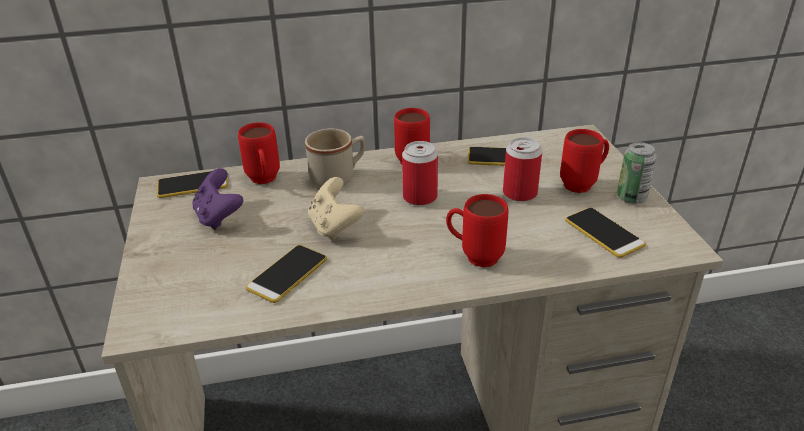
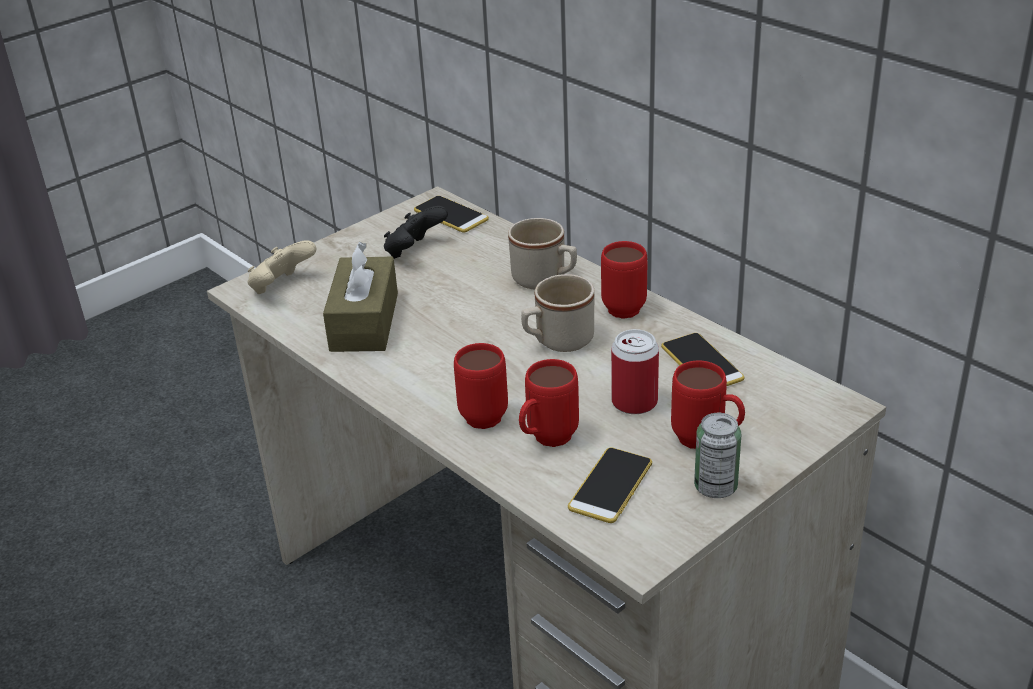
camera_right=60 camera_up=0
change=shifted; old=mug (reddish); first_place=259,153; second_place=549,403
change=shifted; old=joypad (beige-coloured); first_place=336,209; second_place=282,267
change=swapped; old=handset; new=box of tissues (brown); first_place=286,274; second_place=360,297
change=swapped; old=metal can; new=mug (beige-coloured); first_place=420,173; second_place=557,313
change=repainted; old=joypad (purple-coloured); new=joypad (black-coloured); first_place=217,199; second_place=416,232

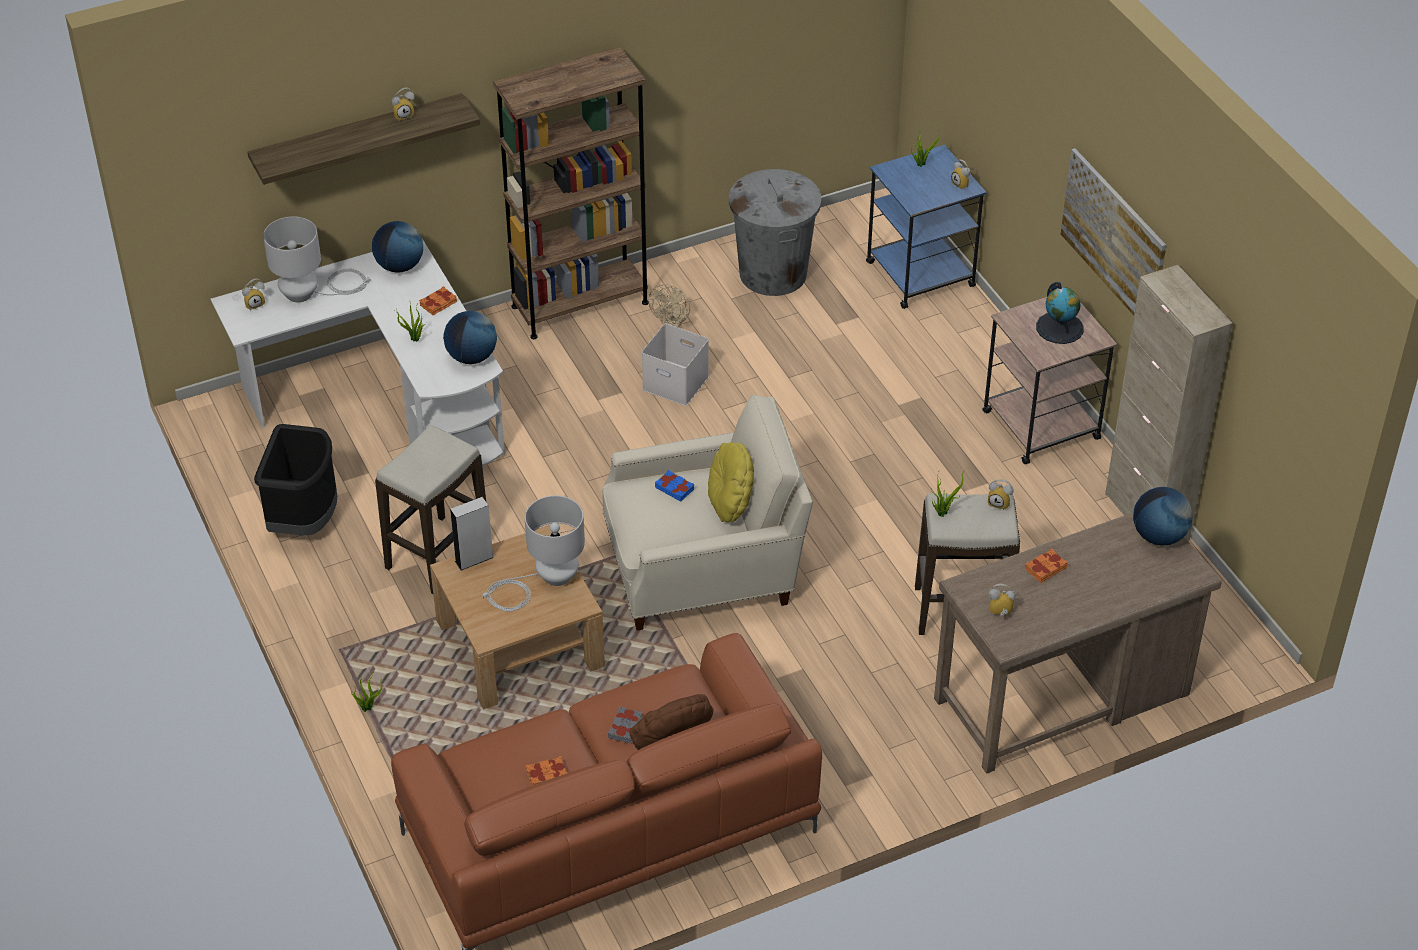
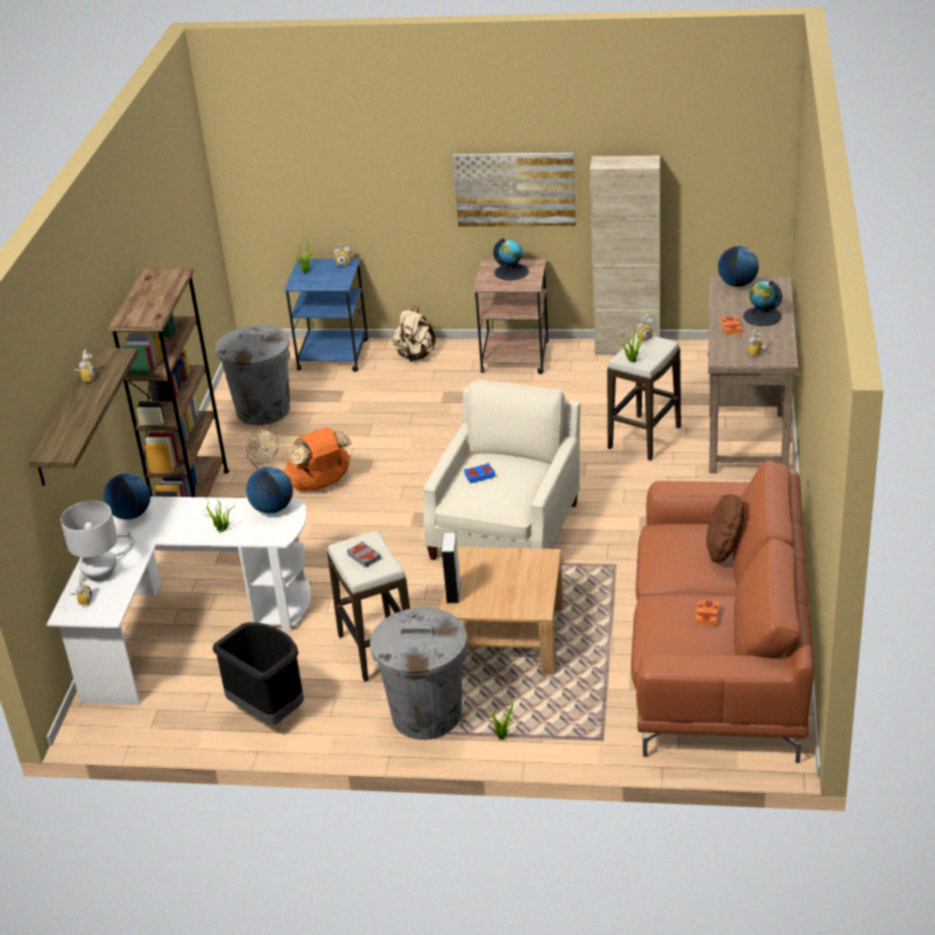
camera_right=-55 camera_up=-10
change=gone; old=volume (orange-coloured); first_place=438,300
change=gone; old=table lamp (white); first_place=533,553
change=gone; old=throw pillow (yellow-coloured); first_place=731,482
change=new; new=rubbish bin (greyish); second_place=418,673
change=new; new=knapsack (beige-coloured); second_place=414,334
change=new; new=desk globe; second_place=763,303
change=shifted; old=volume (greyish); first_place=625,725; second_place=364,554
change=swapped; old=storage box (white); new=knapsack (orange-coloured); first_place=675,364; second_place=317,459

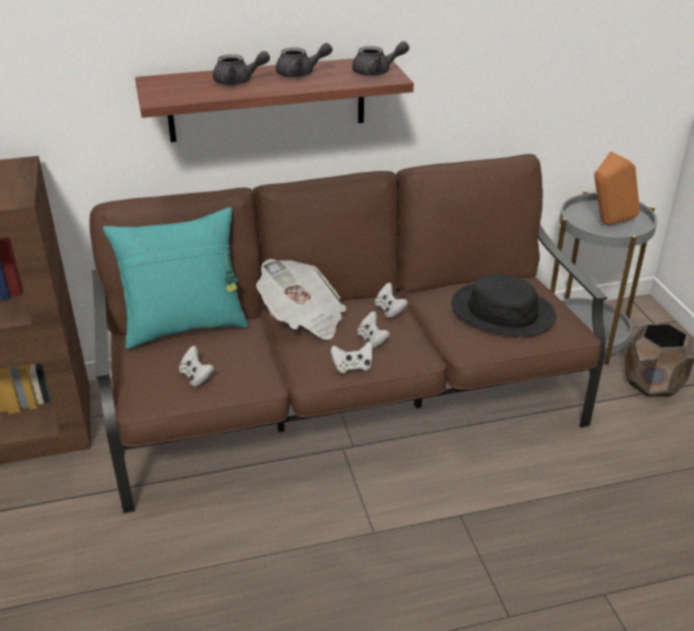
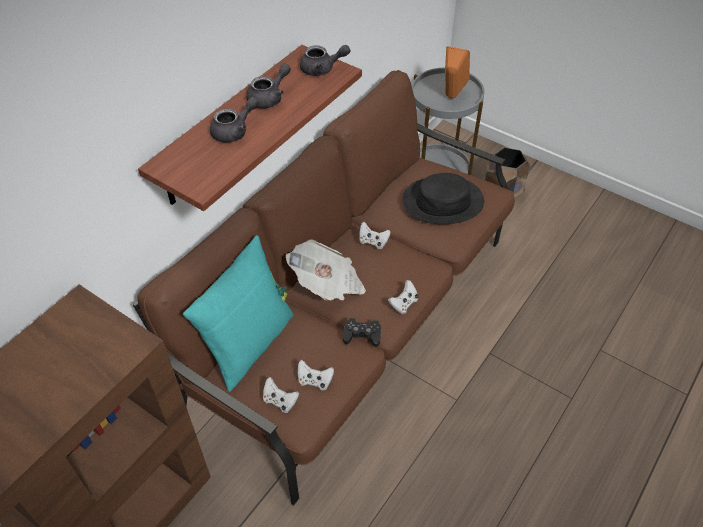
camera_right=-40 camera_up=15
change=new; new=joypad (black-coloured); second_place=362,332
change=shifted; old=joypad (white); first_place=373,330; second_place=281,395
change=rotated; old=teapot (greyish); first_place=380,58; second_place=325,60; degrees=45

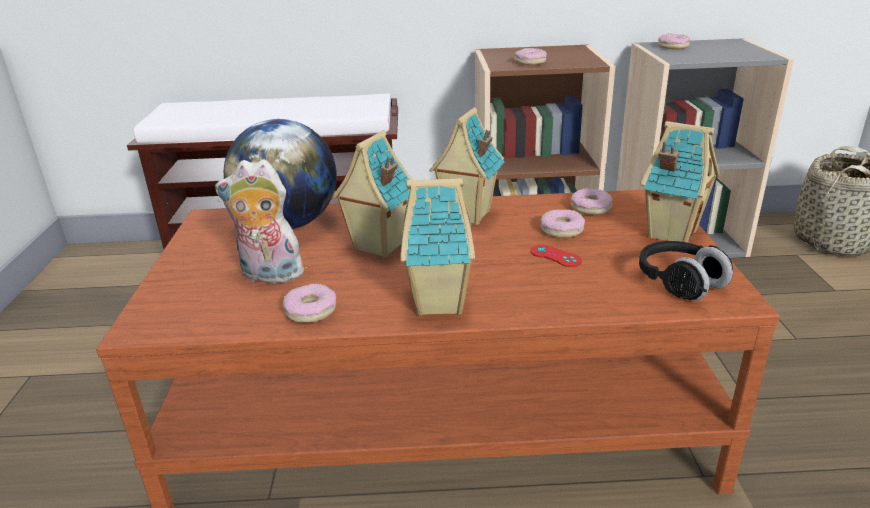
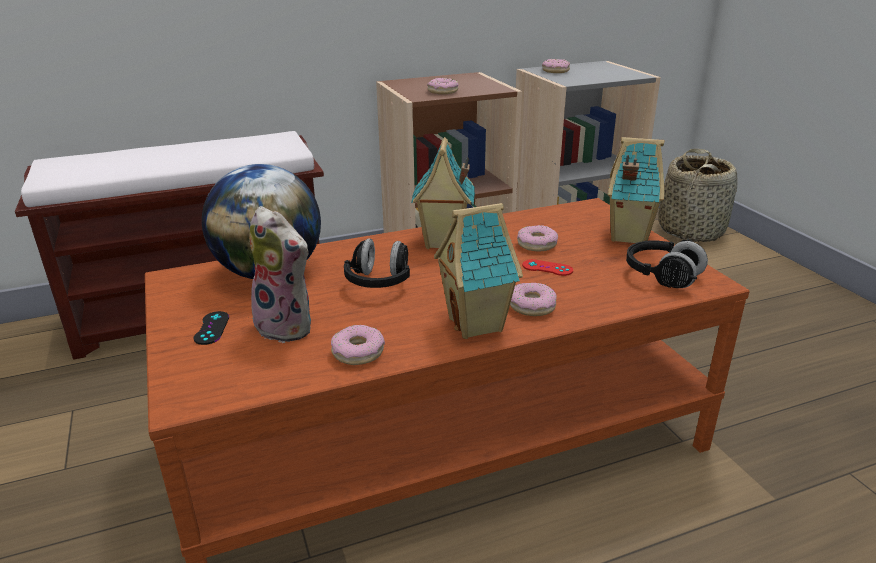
camera_right=-20 camera_up=0
change=new; new=joypad (black-coloured); second_place=211,328
change=shifted; old=ring doughnut; first_place=591,201; second_place=533,299
change=swapped; old=toy house; new=headphones (black-coloured); first_place=372,194; second_place=377,263
change=rotated; old=plush toy; first_place=259,223; second_place=280,274; degrees=-135

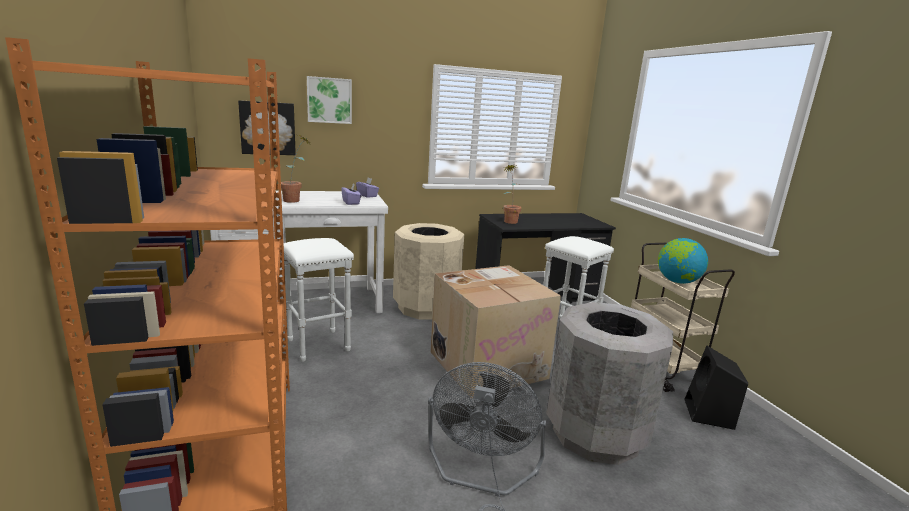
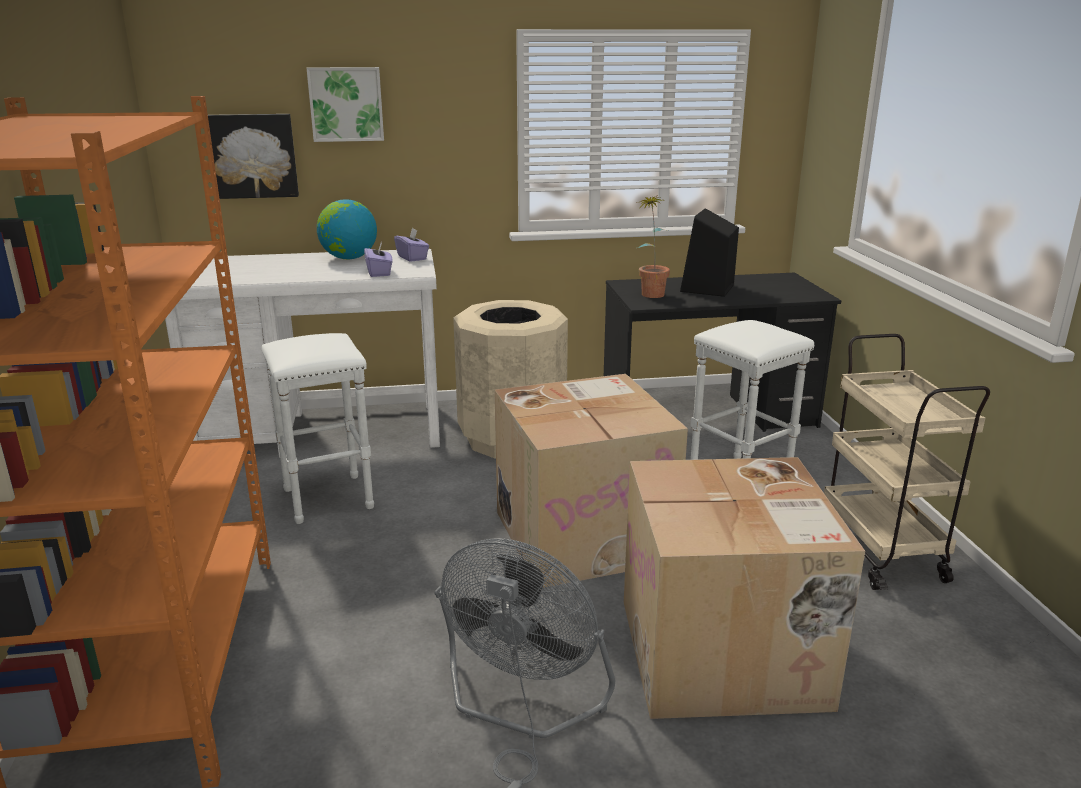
camera_right=10 camera_up=5
change=gone; old=houseplant; first_place=296,169
change=shifted; old=desk globe; first_place=683,261; second_place=347,229
change=shifted; old=speaker (black-coloured); first_place=716,388; second_place=709,252
change=swapped; old=rubbish bin (greyish); new=cardboard box; first_place=609,383; second_place=744,588

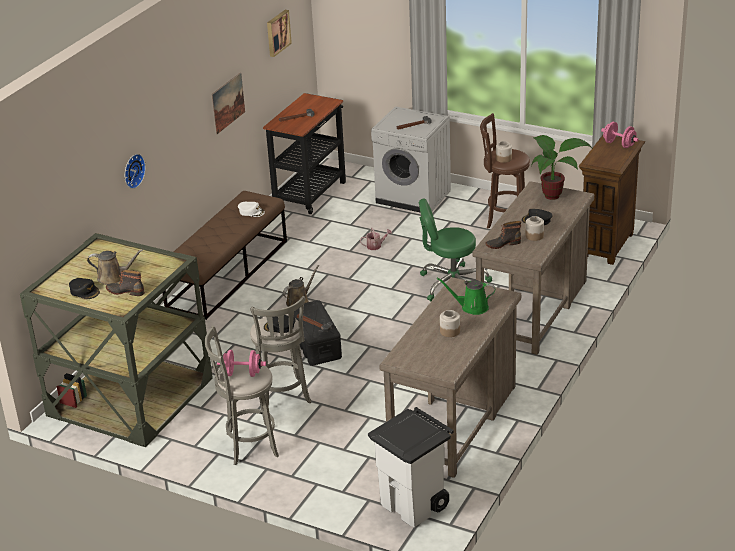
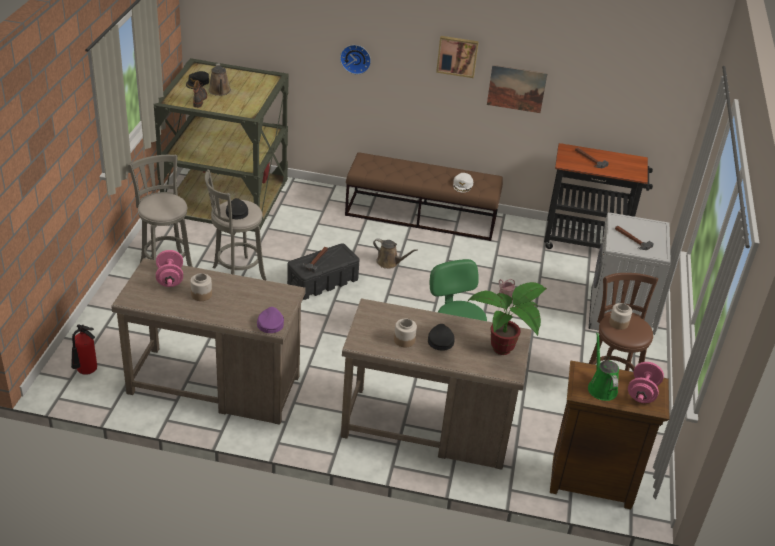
camera_right=70 camera_up=5
change=gone; old=high-top boot; first_place=503,235
change=new; new=cap (purple-coloured); second_place=270,320
change=shifted; old=dumbbell (pink-coloured); first_place=241,363; second_place=169,268
change=shifted; old=wall art; first_place=279,33; second_place=457,57
change=shifted; old=watering pot (greenish); first_place=466,296; second_place=603,366
change=swapped; old=rubbish bin (white); new=fire-fighting cylinder; first_place=411,467; second_place=84,349

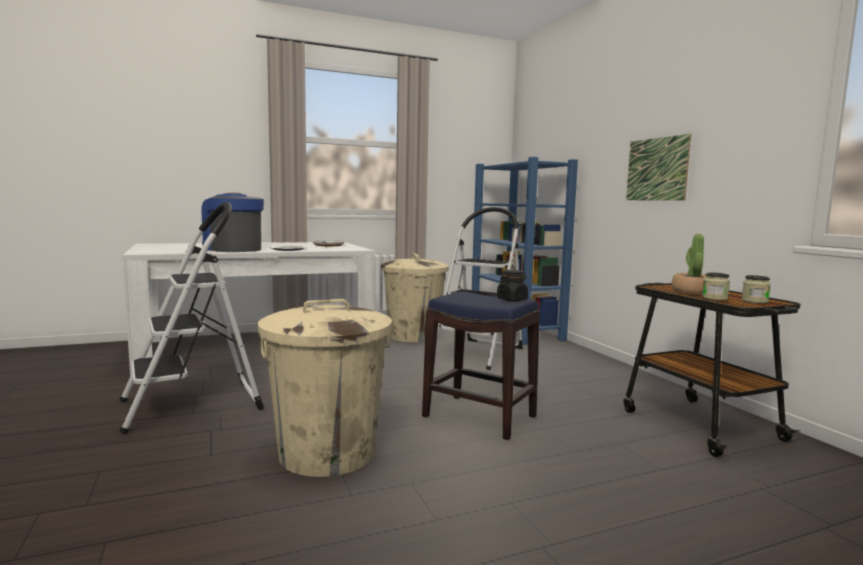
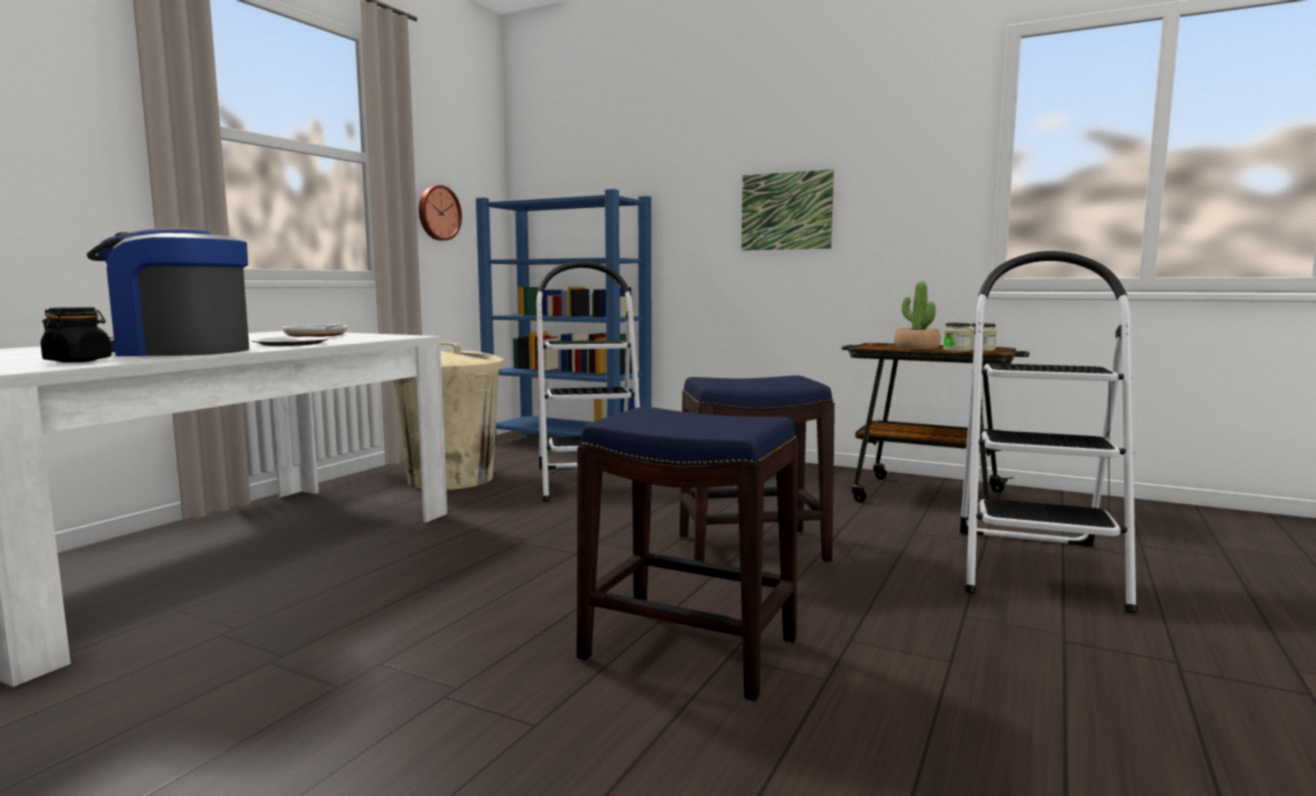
camera_right=-40 camera_up=0
change=new; new=wall clock; second_place=440,213
change=shifted; old=stepladder; first_place=191,317; second_place=1048,432
change=shifted; old=storage jar (black-coloured); first_place=512,285; second_place=76,335
change=swapped; old=rubbish bin (beige-coloured); new=stool seat; first_place=325,388; second_place=687,553

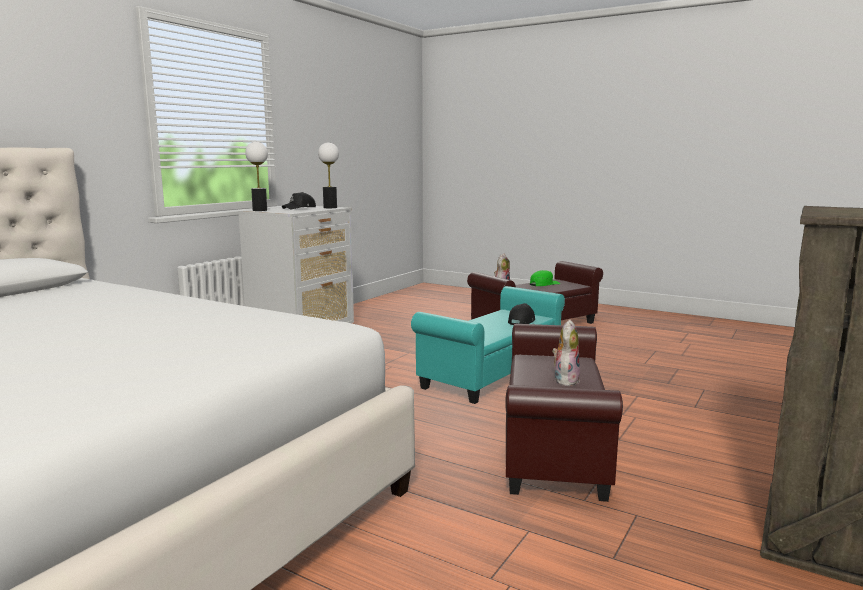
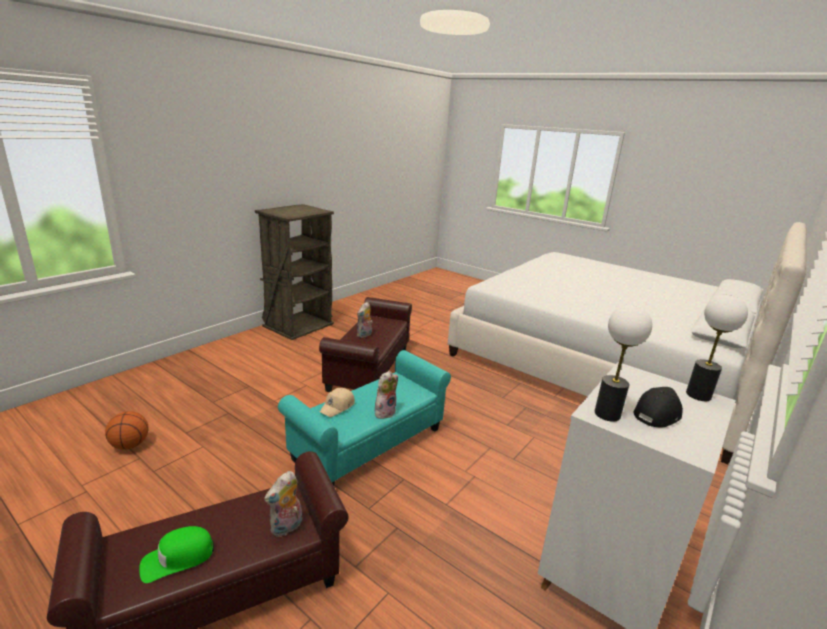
camera_right=-175 camera_up=10
change=new; new=basketball ball; second_place=127,430
change=new; new=plush toy; second_place=386,395
change=repainted; old=cap (black-coloured); new=cap (beige-coloured); first_place=521,314; second_place=337,402

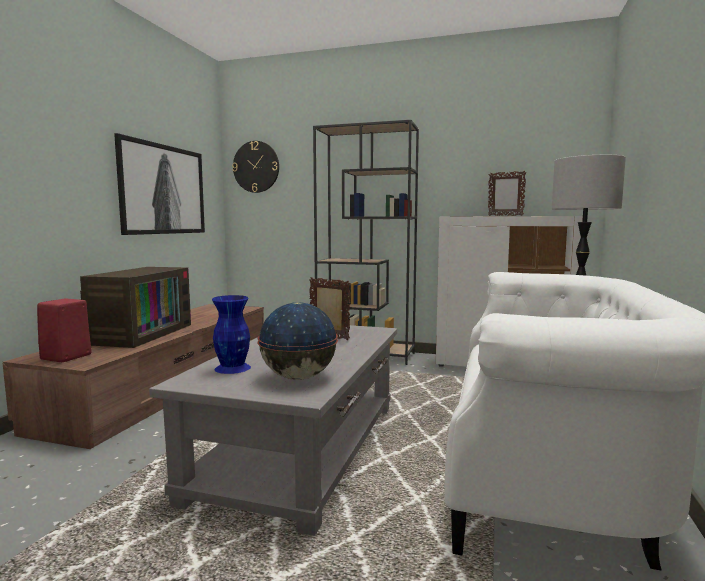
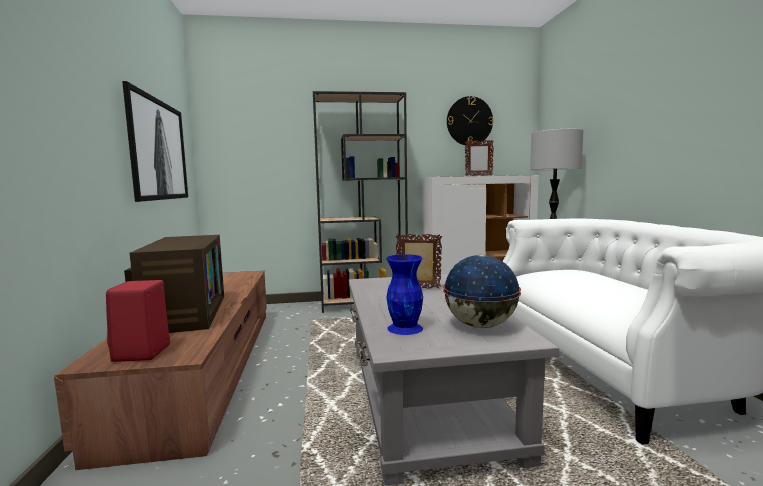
camera_right=-25 camera_up=0
change=shifted; old=wall clock; first_place=255,167; second_place=470,120

